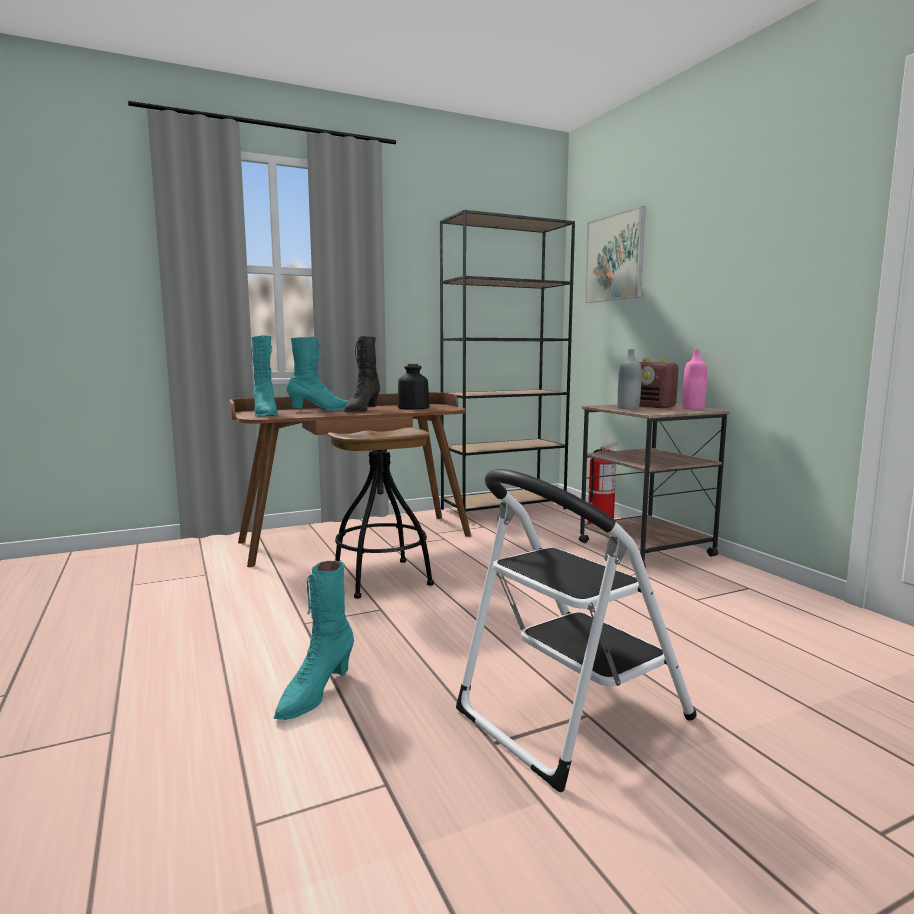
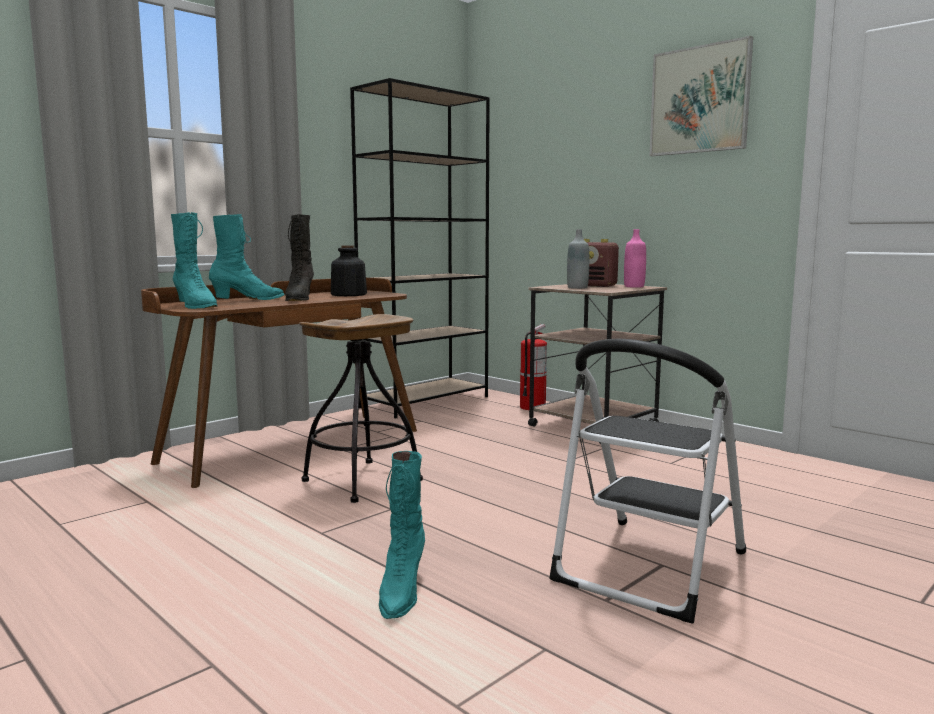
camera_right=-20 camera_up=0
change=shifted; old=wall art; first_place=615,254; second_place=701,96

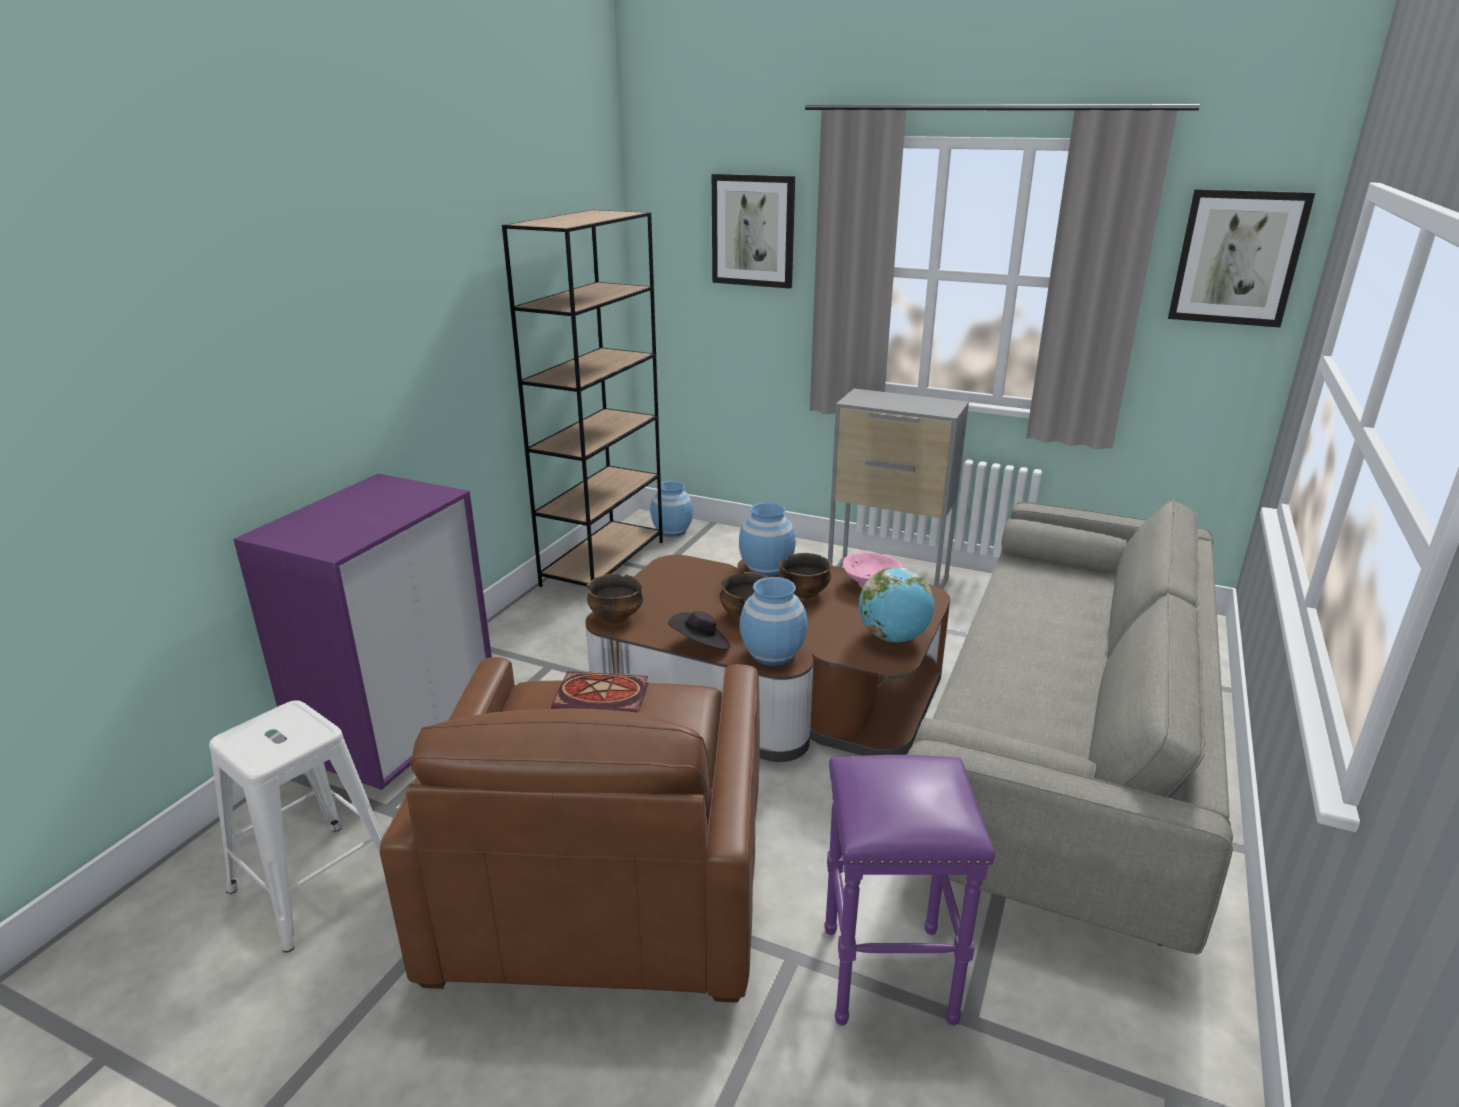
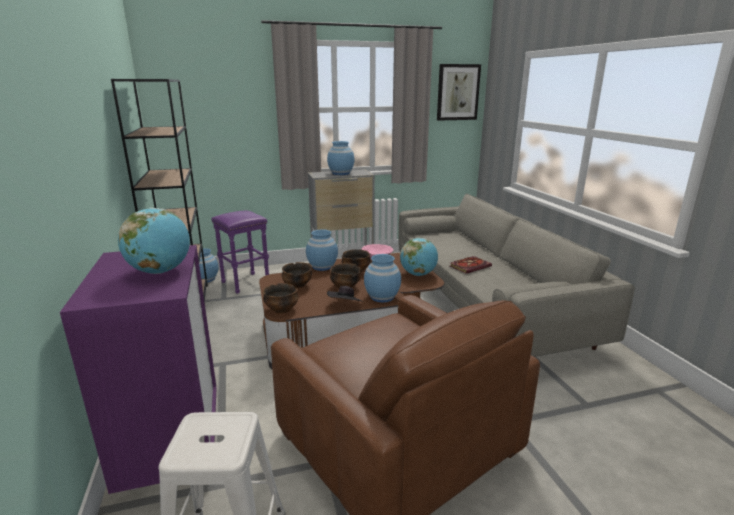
camera_right=-40 camera_up=-5
change=gone; old=wall art; first_place=753,231
change=new; new=desk globe; second_place=154,241
change=new; new=serving bowl; second_place=297,275
change=new; new=flower vase (bluish); second_place=340,158
change=shifted; old=volume; first_place=599,692; second_place=471,265
change=shifted; old=stool seat (purple-coloured); first_place=909,890; second_place=240,252

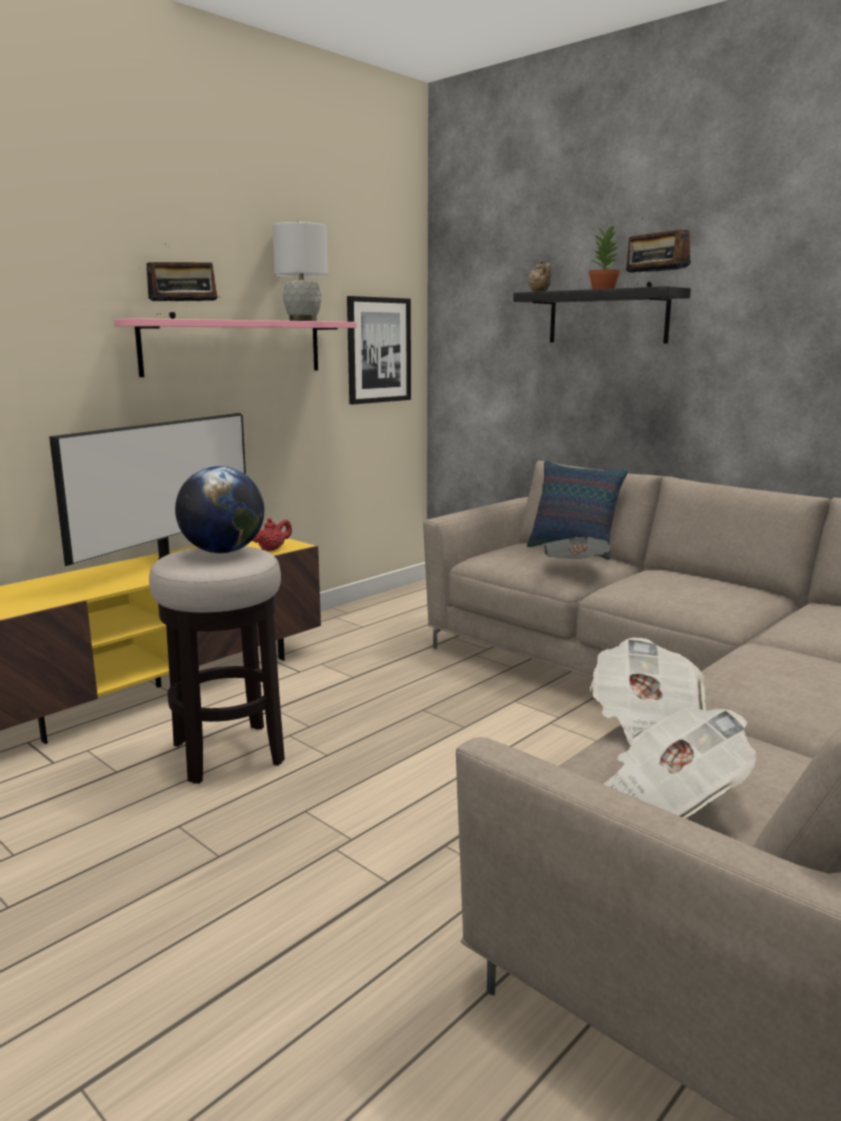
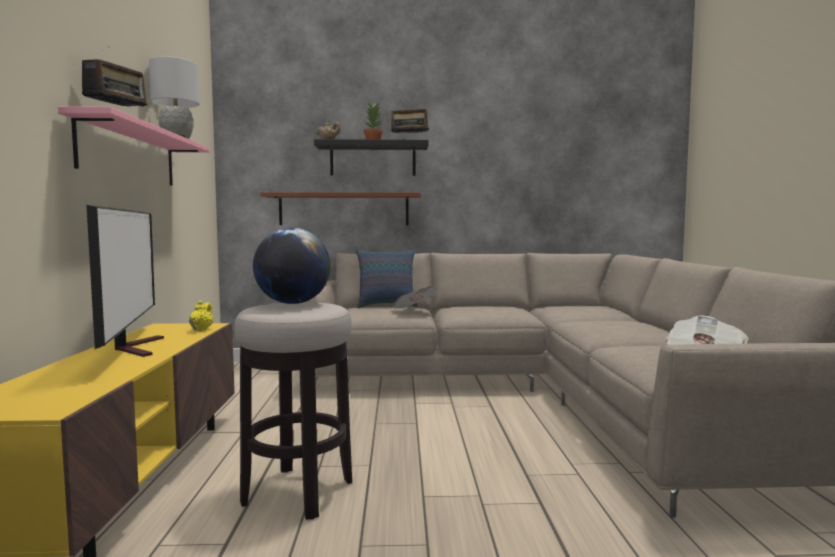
camera_right=-45 camera_up=-10
change=gone; old=wall art; first_place=379,350
change=gone; old=newspaper; first_place=648,691
change=new; new=shelf (brown); second_place=340,208
change=repainted; old=teapot (reddish); new=teapot (yellow-coloured); first_place=272,534; second_place=201,316

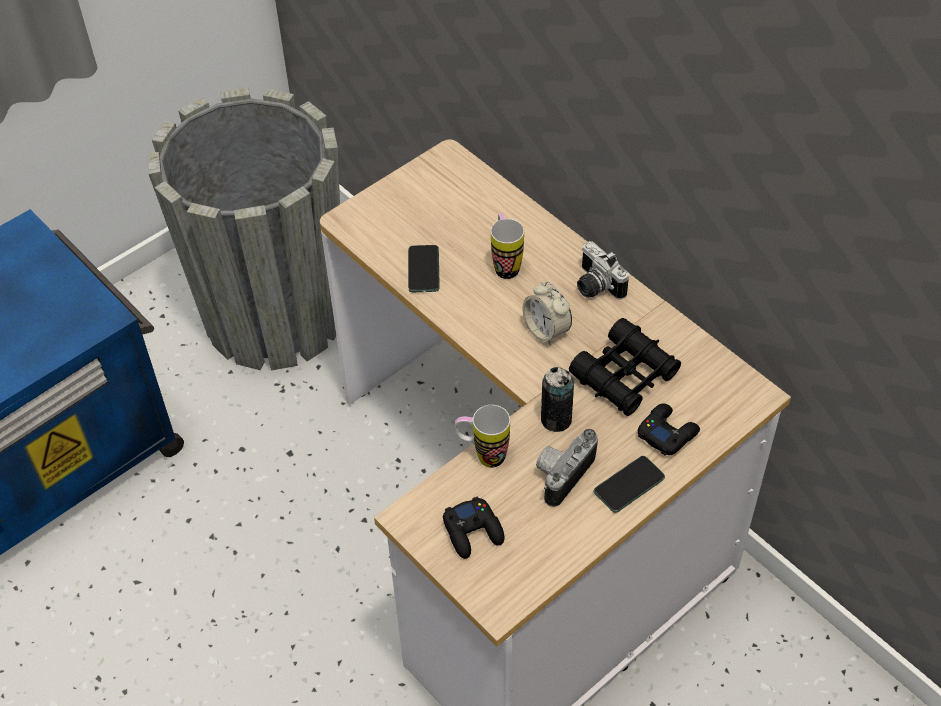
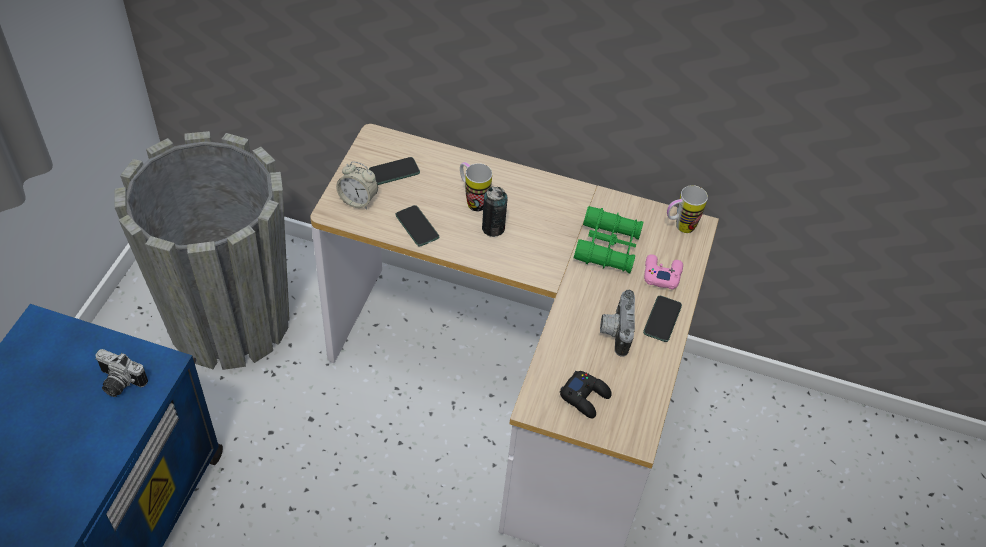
camera_right=-35 camera_up=0
change=new; new=handset; second_place=394,171
change=shifted; old=mug; first_place=482,436; second_place=687,209
change=shifted; old=bedside clock; first_place=547,313; second_place=357,185
change=shifted; old=metal can; first_place=557,399; second_place=495,211
change=shifted; old=still camera; first_place=603,270; second_place=121,373
change=repainted; old=binoculars (black-coloured); new=binoculars (greenish); first_place=625,367; second_place=608,239
change=repainted; old=joypad (black-coloured); new=joypad (pink-coloured); first_place=669,429; second_place=663,272

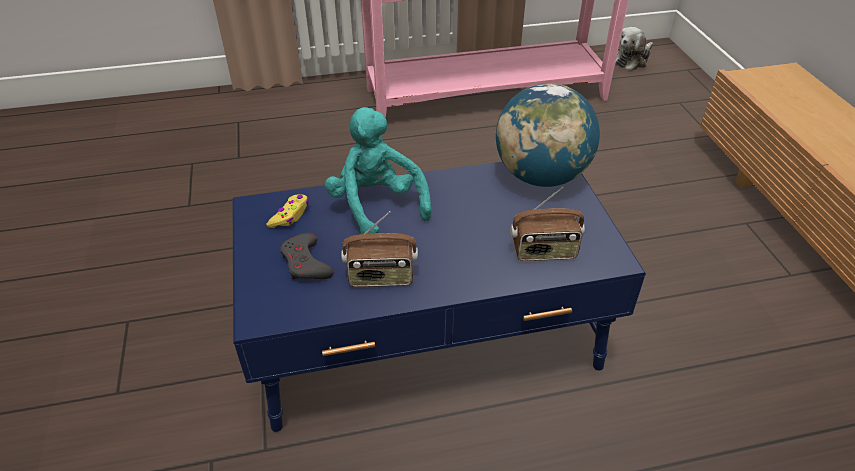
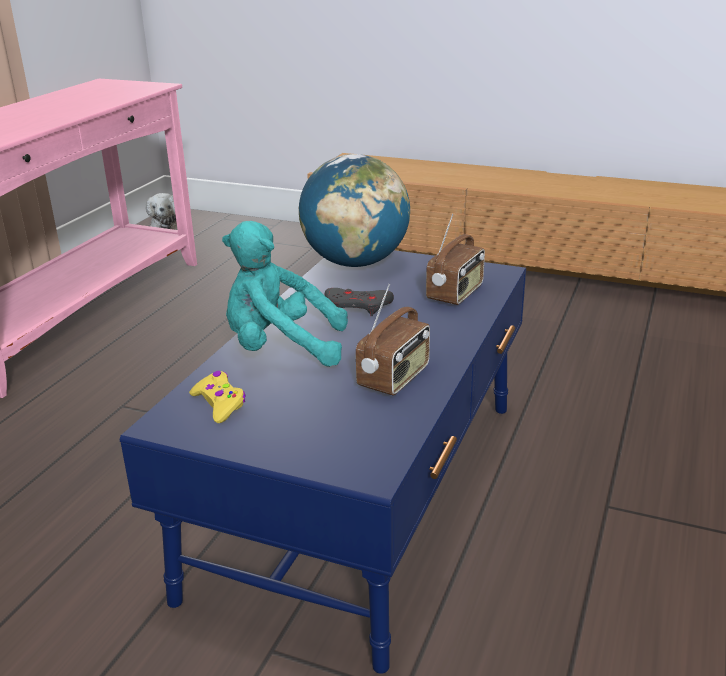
camera_right=-55 camera_up=-15
change=shifted; old=joypad (greyish); first_place=307,256; second_place=359,302

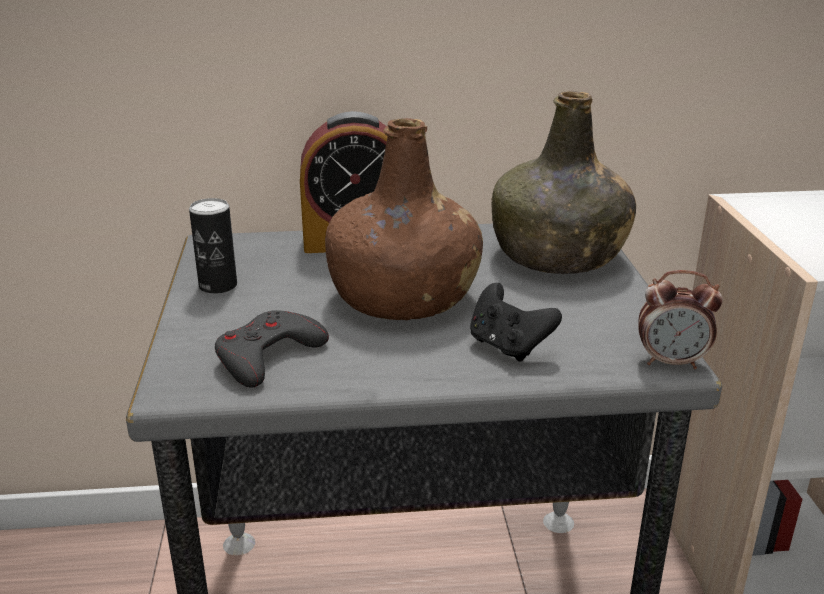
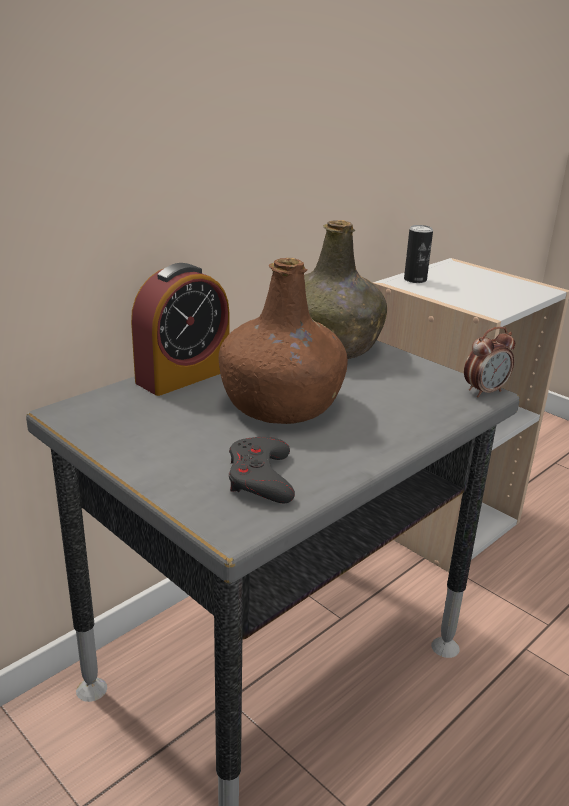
camera_right=-40 camera_up=0
change=gone; old=joypad (black-coloured); first_place=516,322
change=shifted; old=metal can; first_place=213,246; second_place=418,254

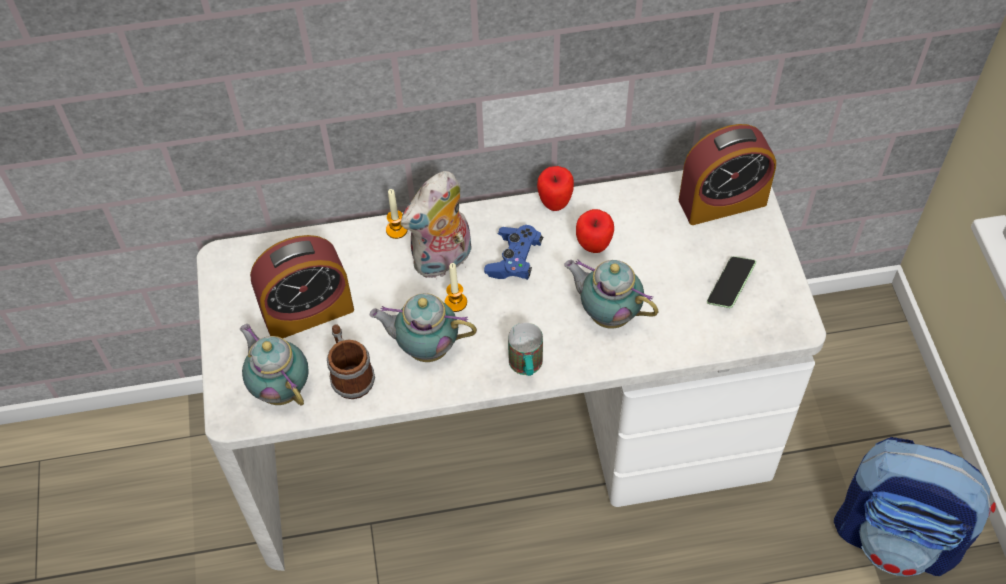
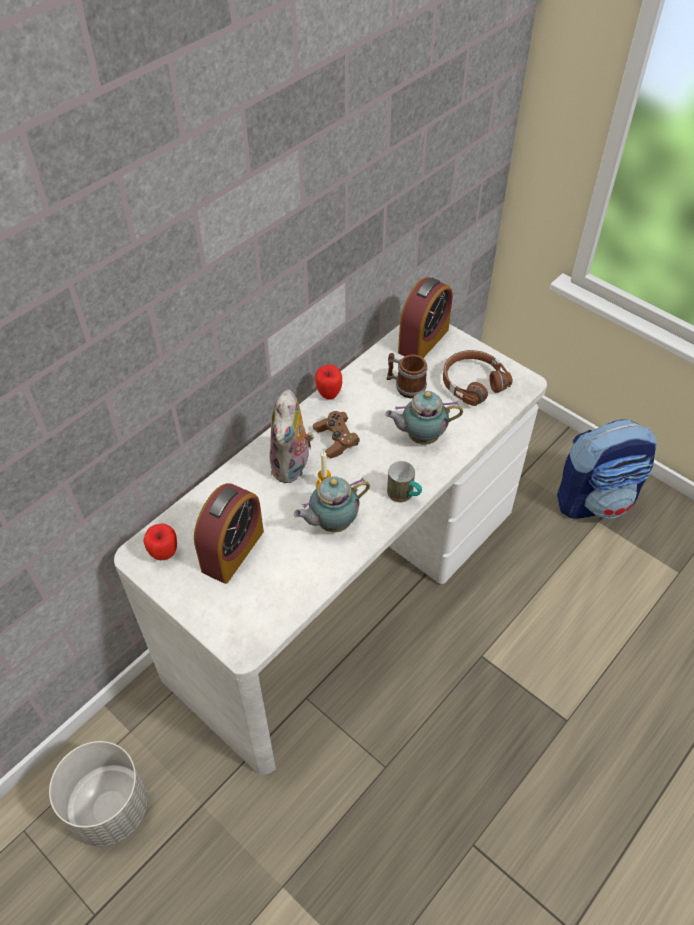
camera_right=-40 camera_up=-5
change=gone; old=teapot; first_place=274,365
change=gone; old=wax candle; first_place=397,214
change=new; new=flower pot (greyish); second_place=98,794
change=shifted; old=mug; first_place=351,361; second_place=406,375
change=shifted; old=apple; first_place=595,231; second_place=160,542
change=swapped; old=handset; new=headphones (brown); first_place=731,282; second_place=478,378
change=repainted; old=joypad (bluish); new=joypad (brown); first_place=513,252; second_place=336,435

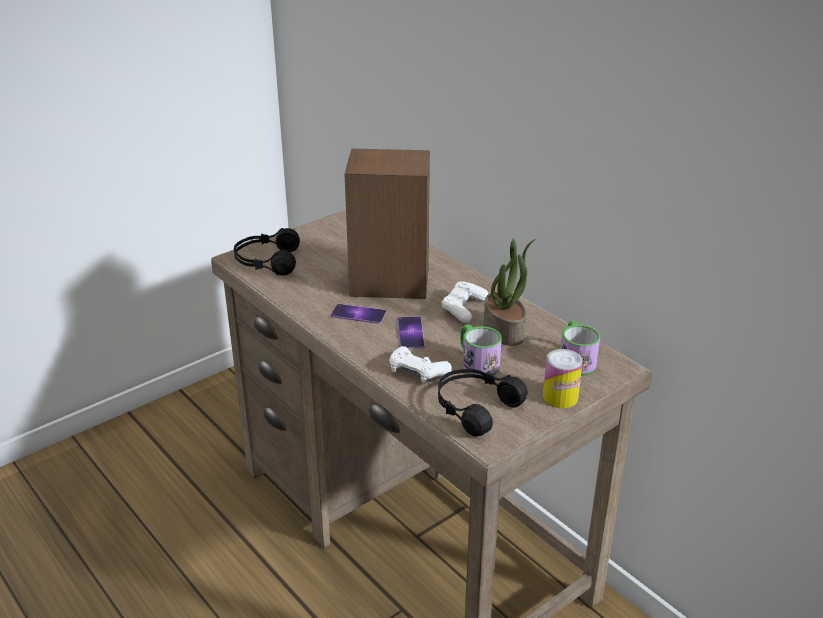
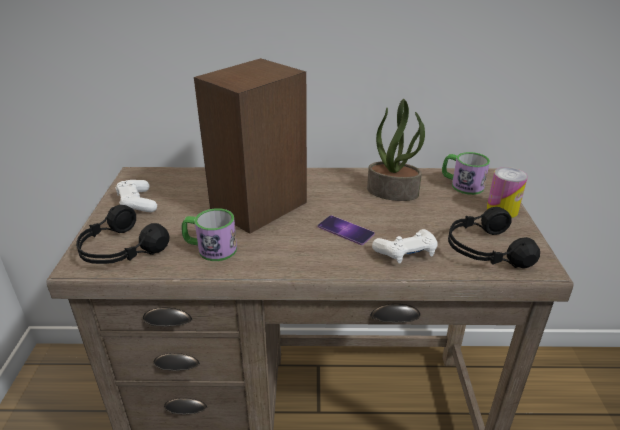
camera_right=-50 camera_up=0
change=gone; old=handset; first_place=358,314
change=shifted; old=joypad (white); first_place=465,302; second_place=136,196
change=shifted; old=mug; first_place=481,350; second_place=209,234

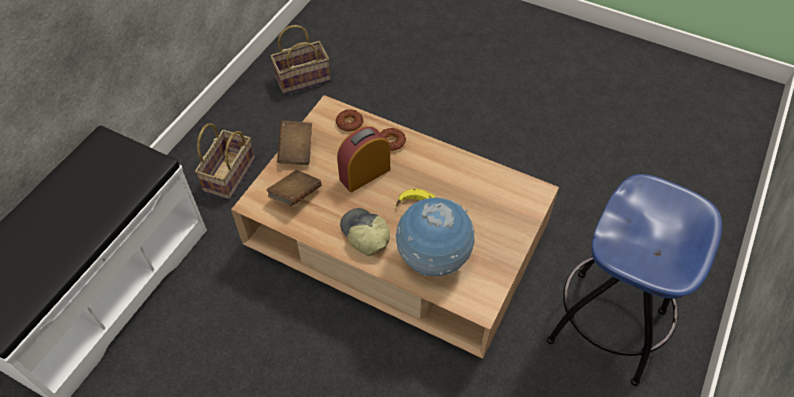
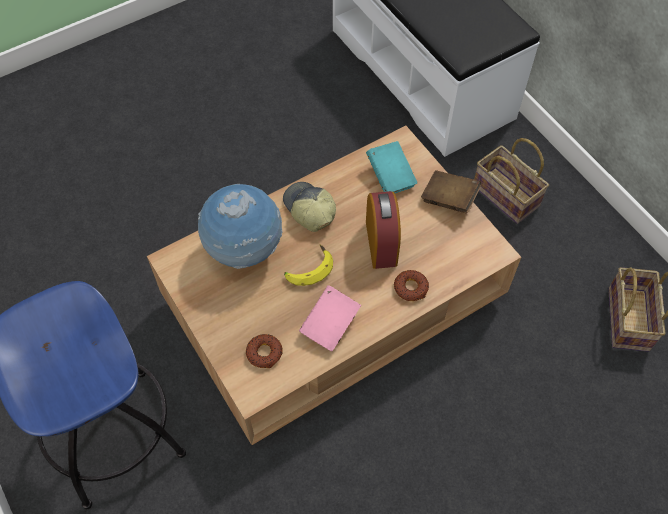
camera_right=120 camera_up=5
change=new; new=volume (pink-coloured); second_place=330,318
change=shifted; old=ring doughnut; first_place=349,120; second_place=264,351
change=repainted; old=volume (brown); new=volume (turquoise); first_place=294,188; second_place=391,167
change=rotated; old=cap; first_place=365,232; second_place=309,207; degrees=-120

